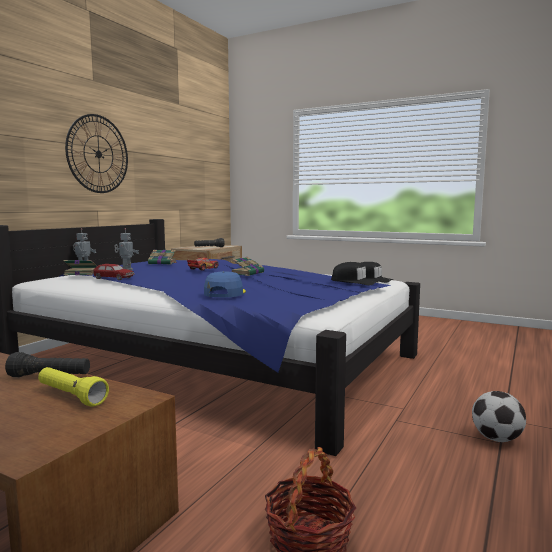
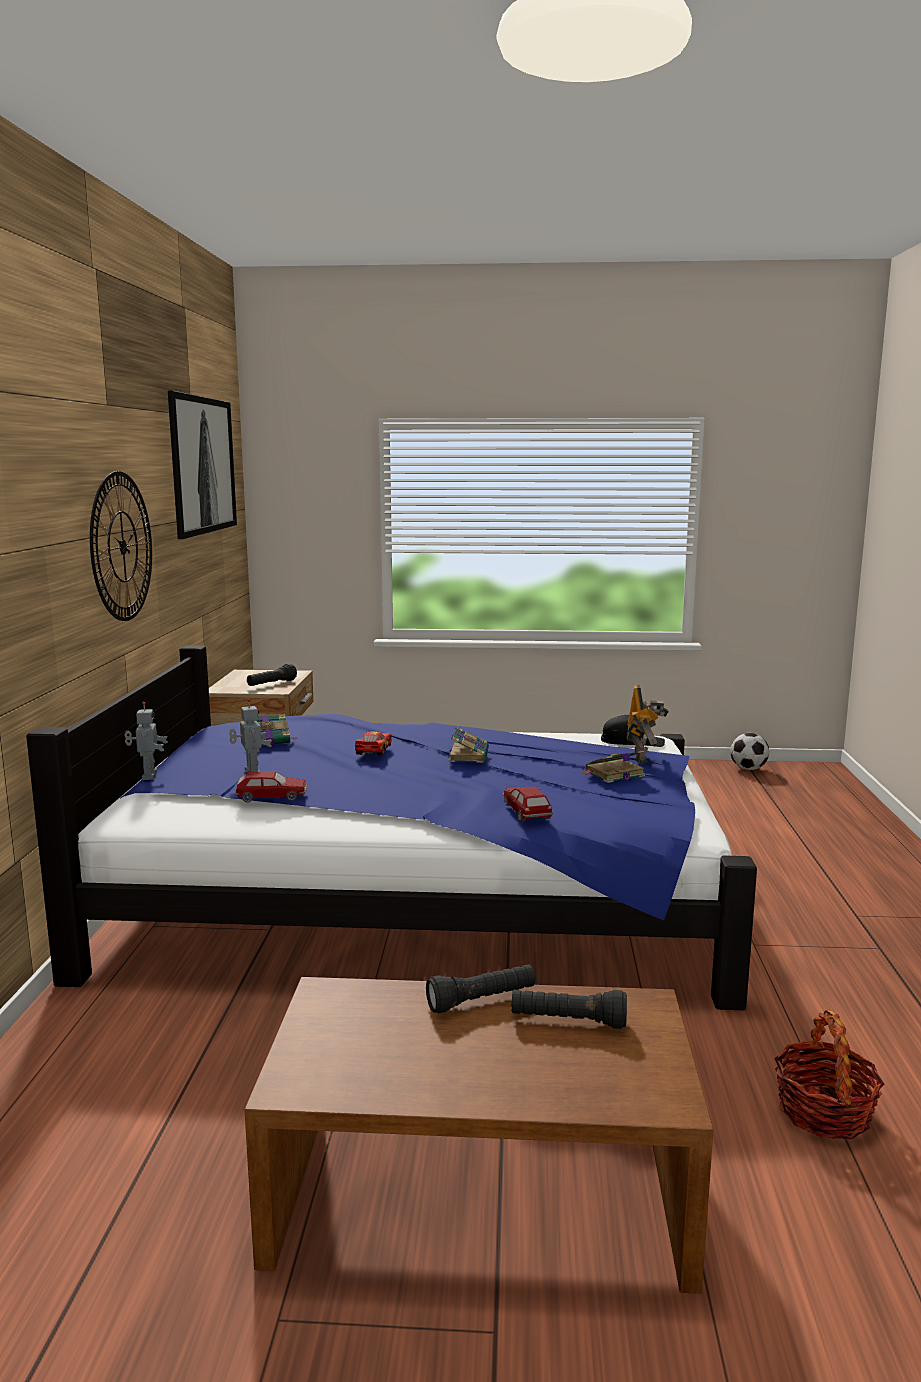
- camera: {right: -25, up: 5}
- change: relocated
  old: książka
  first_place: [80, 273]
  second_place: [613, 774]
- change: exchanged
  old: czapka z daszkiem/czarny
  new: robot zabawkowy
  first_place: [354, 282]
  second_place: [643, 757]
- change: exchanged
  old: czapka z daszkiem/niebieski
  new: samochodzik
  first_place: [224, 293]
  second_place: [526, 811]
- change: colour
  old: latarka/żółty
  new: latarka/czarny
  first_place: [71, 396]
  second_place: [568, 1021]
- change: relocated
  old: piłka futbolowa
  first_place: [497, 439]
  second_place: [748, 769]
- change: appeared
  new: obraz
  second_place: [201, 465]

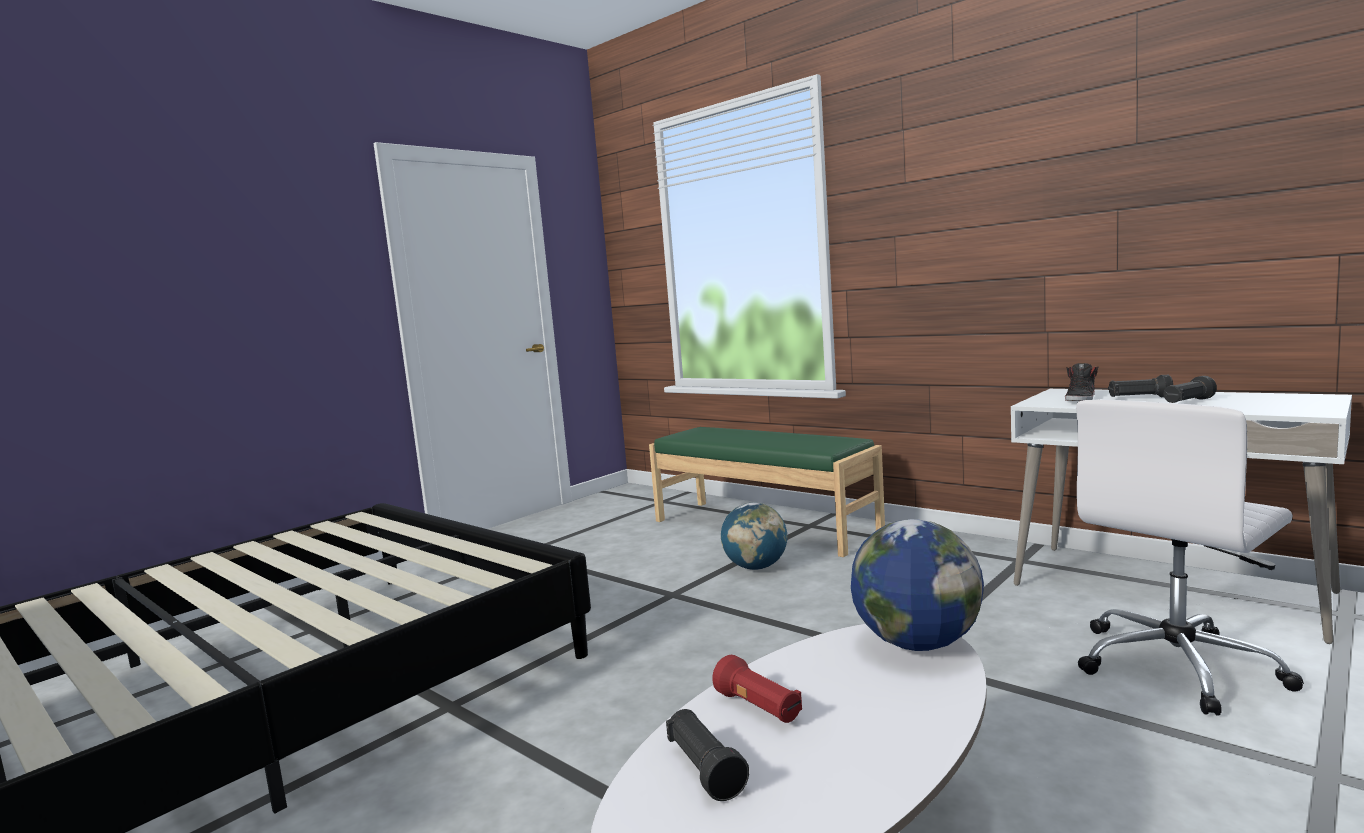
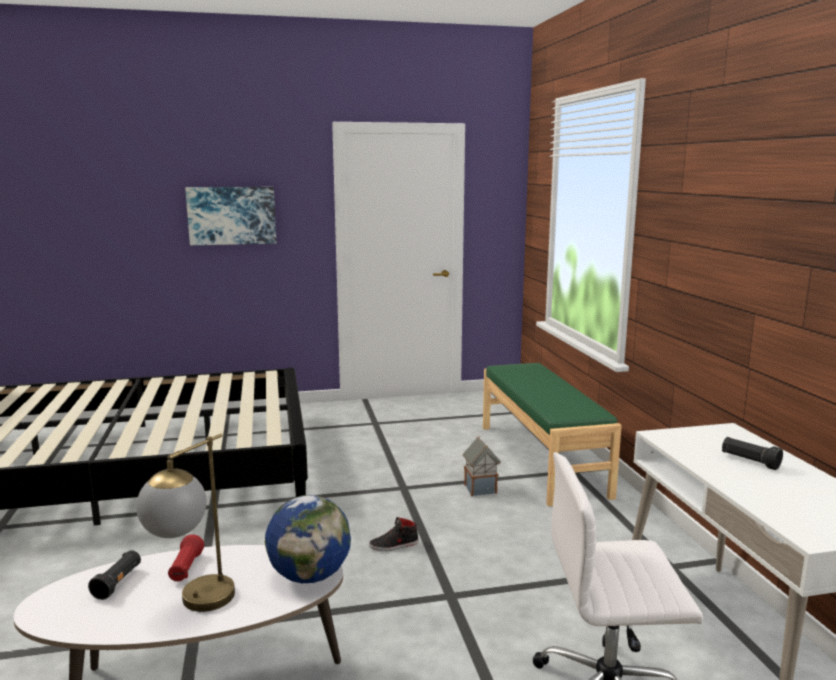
- camera: {right: 35, up: 5}
- change: relocated
  old: but/czarny
  first_place: [1081, 399]
  second_place: [394, 545]
- change: missing
  old: latarka/czarny
  first_place: [1188, 402]
- change: exchanged
  old: globus
  new: domek
  first_place: [756, 567]
  second_place: [480, 489]
- change: appeared
  new: obraz
  second_place: [232, 215]
- change: appeared
  new: lampa stołowa
  second_place: [194, 606]

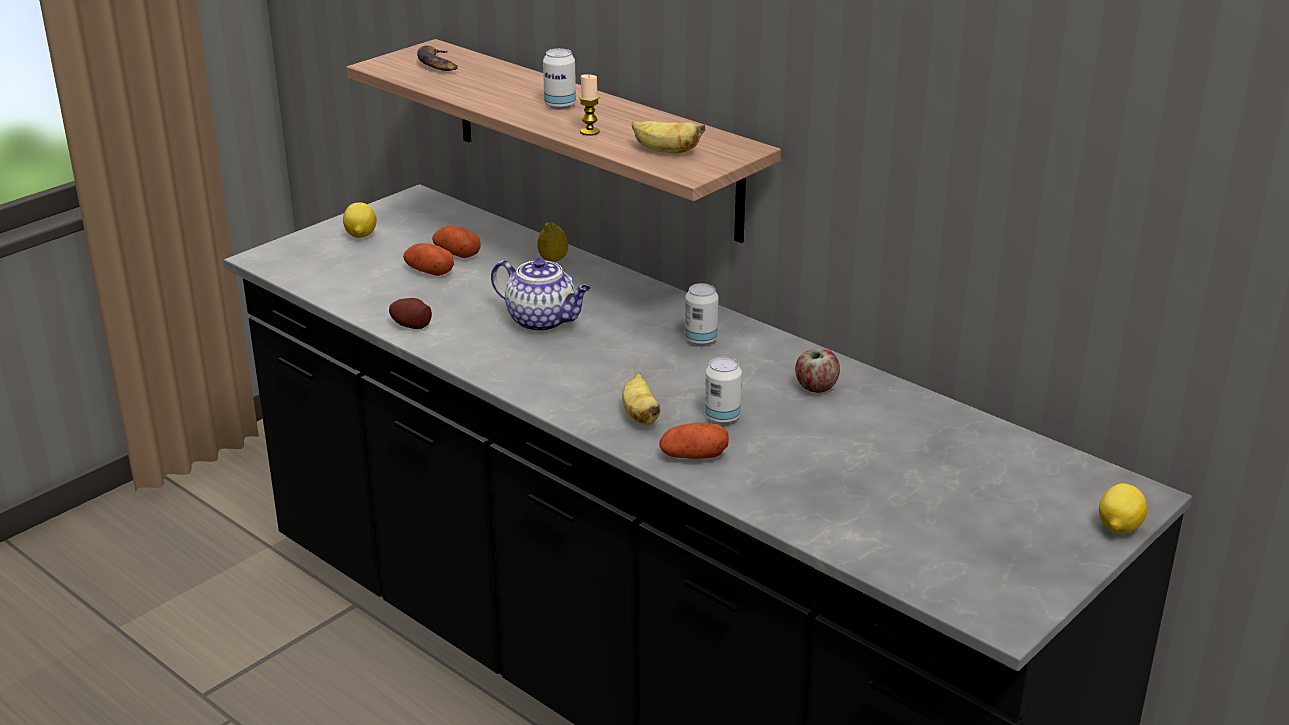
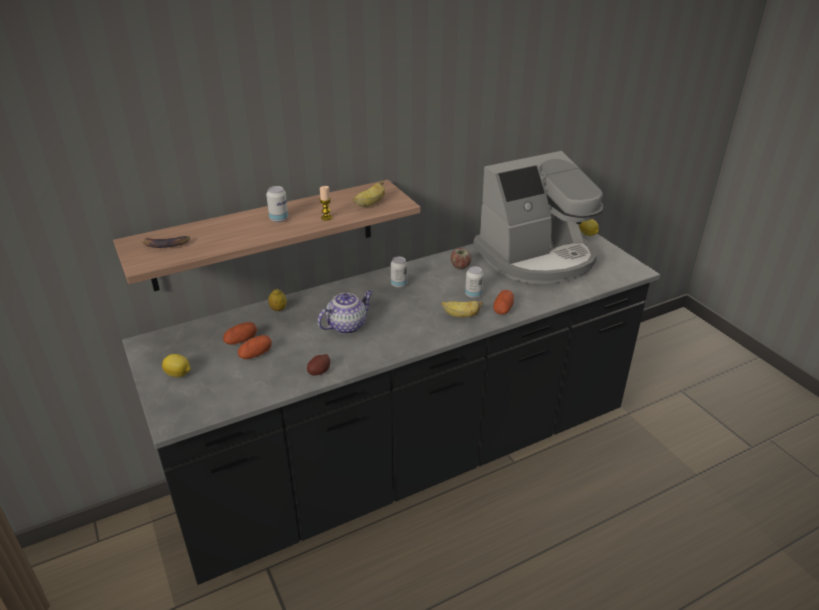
- camera: {right: -70, up: 5}
- change: appeared
  new: ekspres do kawy
  second_place: [537, 257]

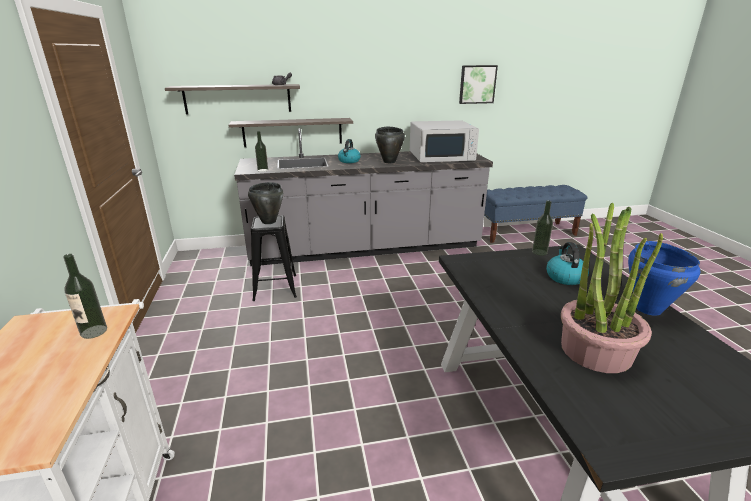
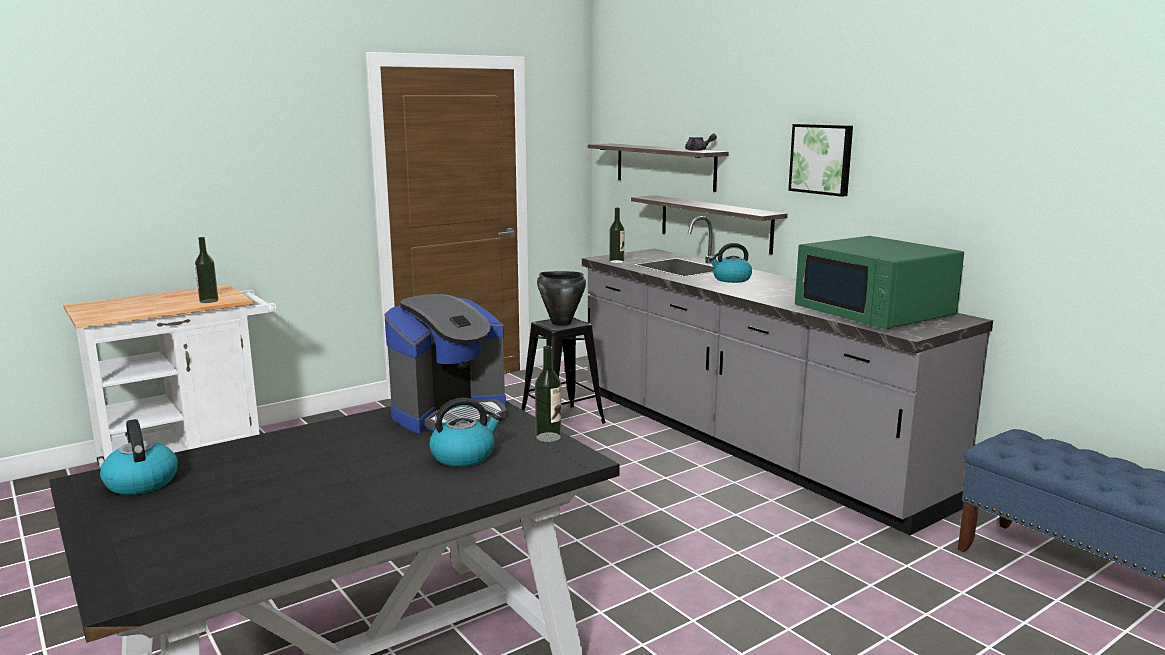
- camera: {right: 65, up: -10}
- change: relocated
  old: obraz
  first_place: [477, 84]
  second_place: [822, 159]
- change: colour
  old: mikrofalówka/biały
  new: mikrofalówka/zielony
  first_place: [441, 156]
  second_place: [874, 312]
- change: missing
  old: garnek/czarny
  first_place: [389, 162]
- change: missing
  old: roślina doniczkowa
  first_place: [595, 350]
- change: missing
  old: garnek/niebieski
  first_place: [648, 309]
- change: appeared
  new: ekspres do kawy
  second_place: [450, 414]
- change: appeared
  new: czajnik
  second_place: [141, 482]

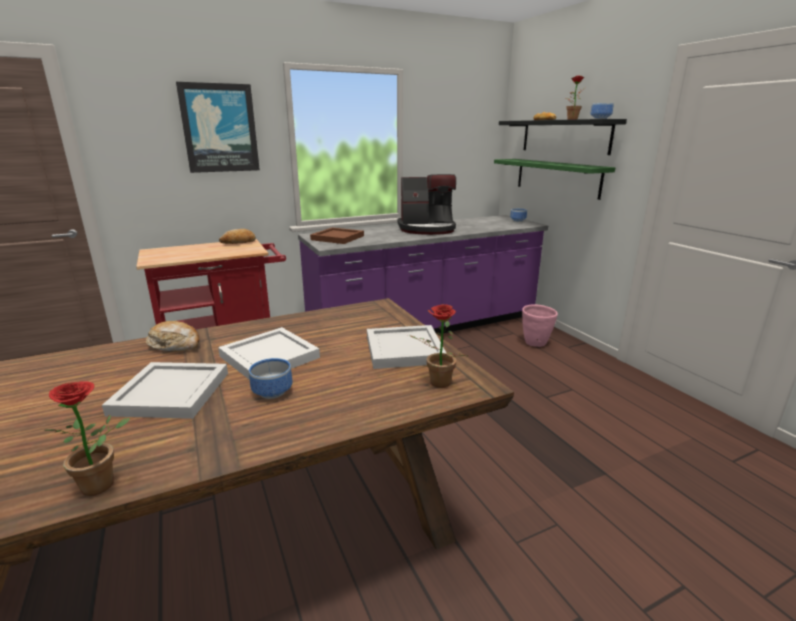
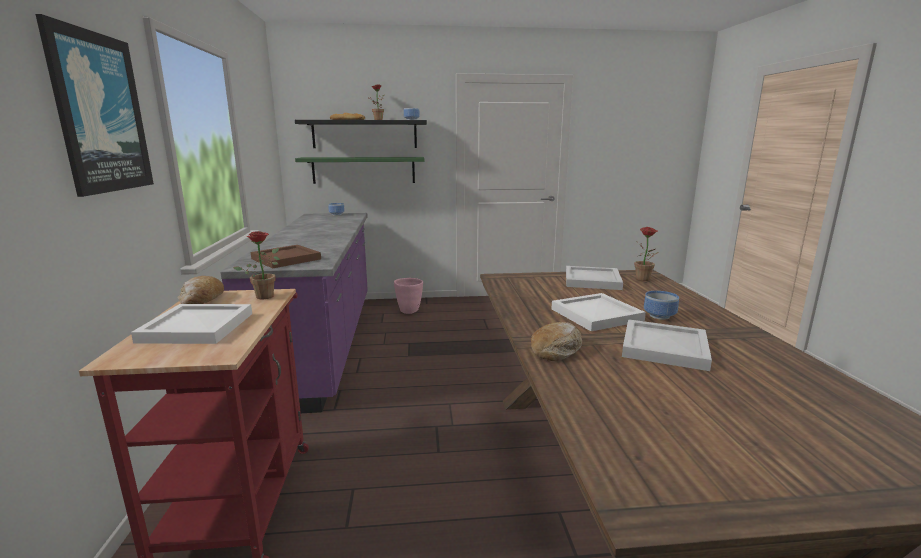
- camera: {right: -70, up: -5}
- change: missing
  old: ekspres do kawy
  first_place: [427, 229]
- change: relocated
  old: roślina doniczkowa
  first_place: [105, 483]
  second_place: [266, 295]
- change: appeared
  new: taca/biały
  second_place: [196, 327]

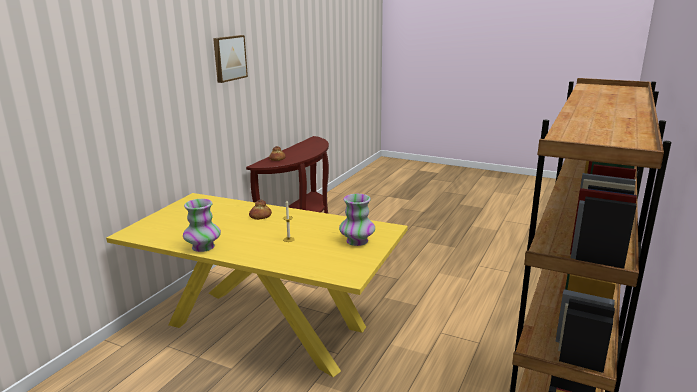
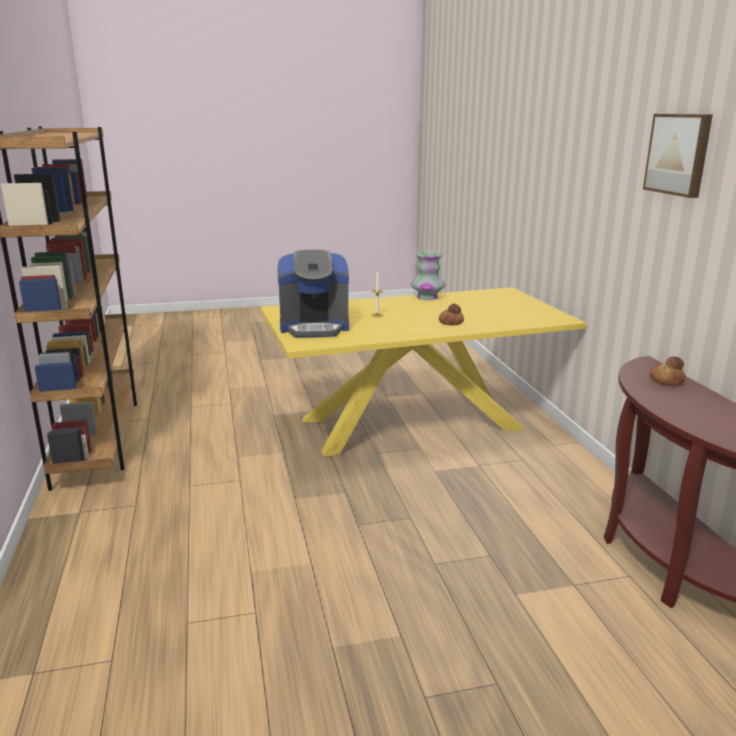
- camera: {right: 140, up: 0}
- change: exchanged
  old: wazon
  new: ekspres do kawy
  first_place: [357, 241]
  second_place: [314, 327]

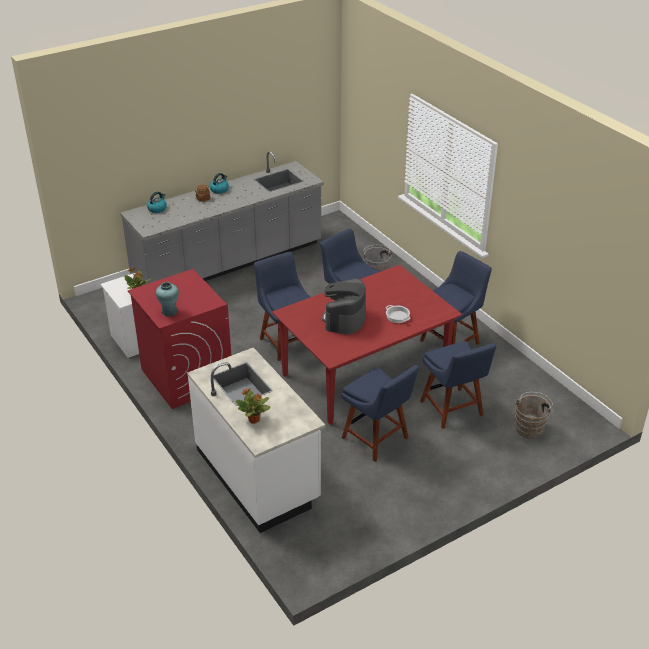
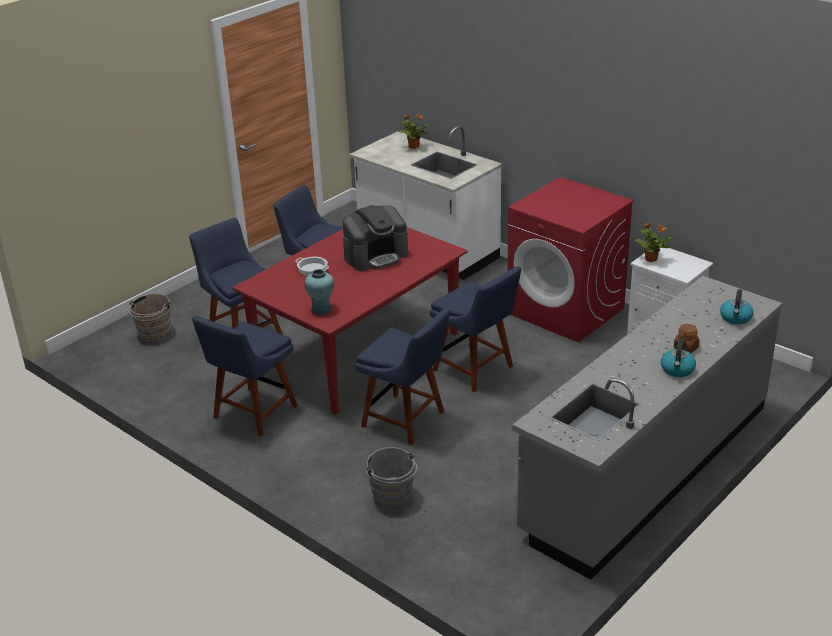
- camera: {right: 165, up: -5}
- change: spun
  old: ekspres do kawy
  first_place: [344, 319]
  second_place: [376, 256]
  degrees: 60
- change: relocated
  old: wazon/turkusowy
  first_place: [169, 312]
  second_place: [321, 309]

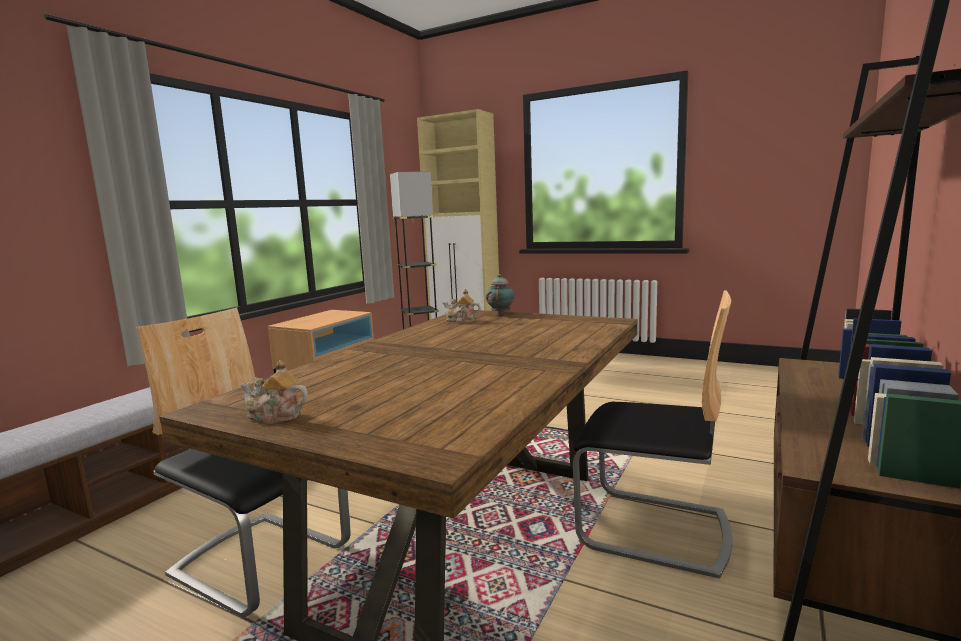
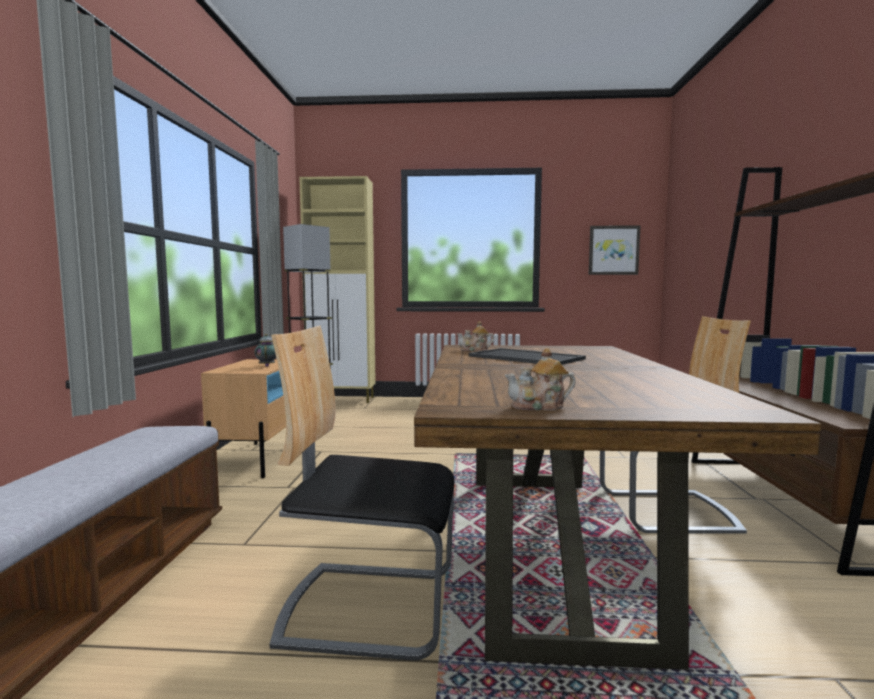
- camera: {right: -25, up: -5}
- change: relocated
  old: imbryk
  first_place: [501, 313]
  second_place: [267, 366]
- change: appeared
  new: obraz
  second_place: [613, 250]
- change: appeared
  new: taca
  second_place: [527, 357]

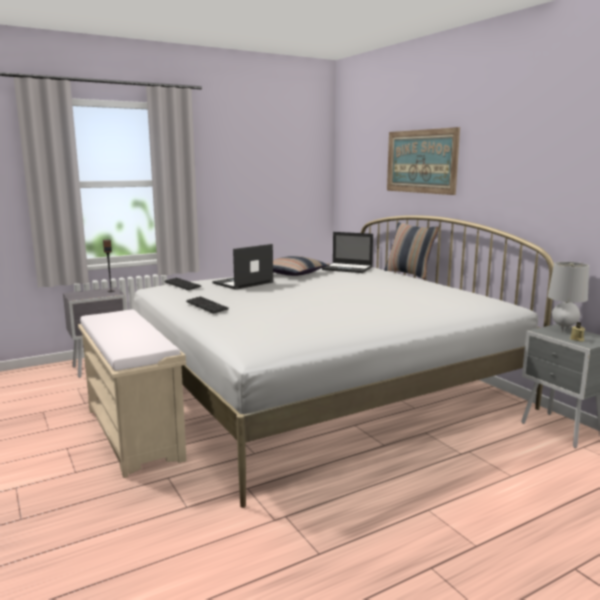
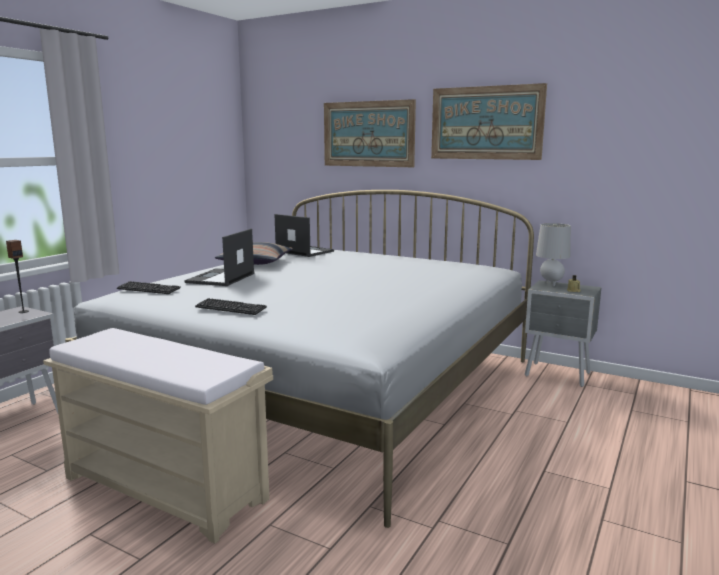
- camera: {right: -30, up: 0}
- change: missing
  old: poduszka
  first_place: [409, 274]
- change: spun
  old: laptop
  first_place: [348, 268]
  second_place: [303, 251]
  degrees: -135
- change: appeared
  new: obraz
  second_place: [486, 123]

